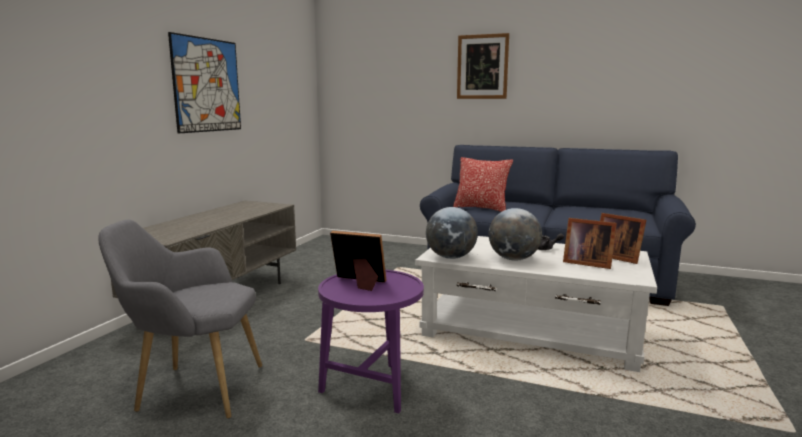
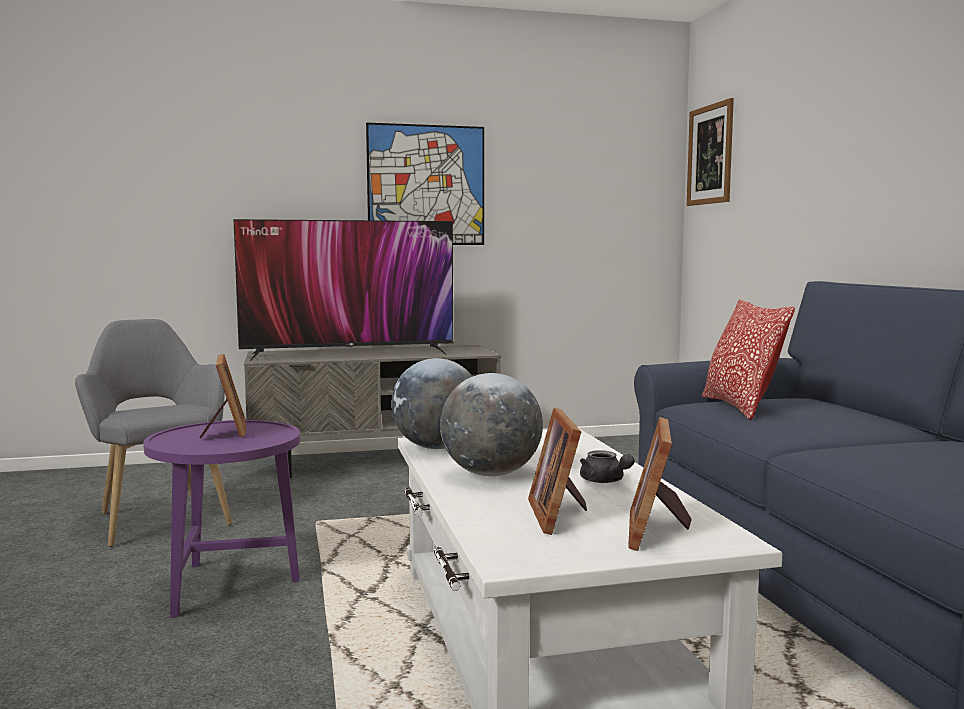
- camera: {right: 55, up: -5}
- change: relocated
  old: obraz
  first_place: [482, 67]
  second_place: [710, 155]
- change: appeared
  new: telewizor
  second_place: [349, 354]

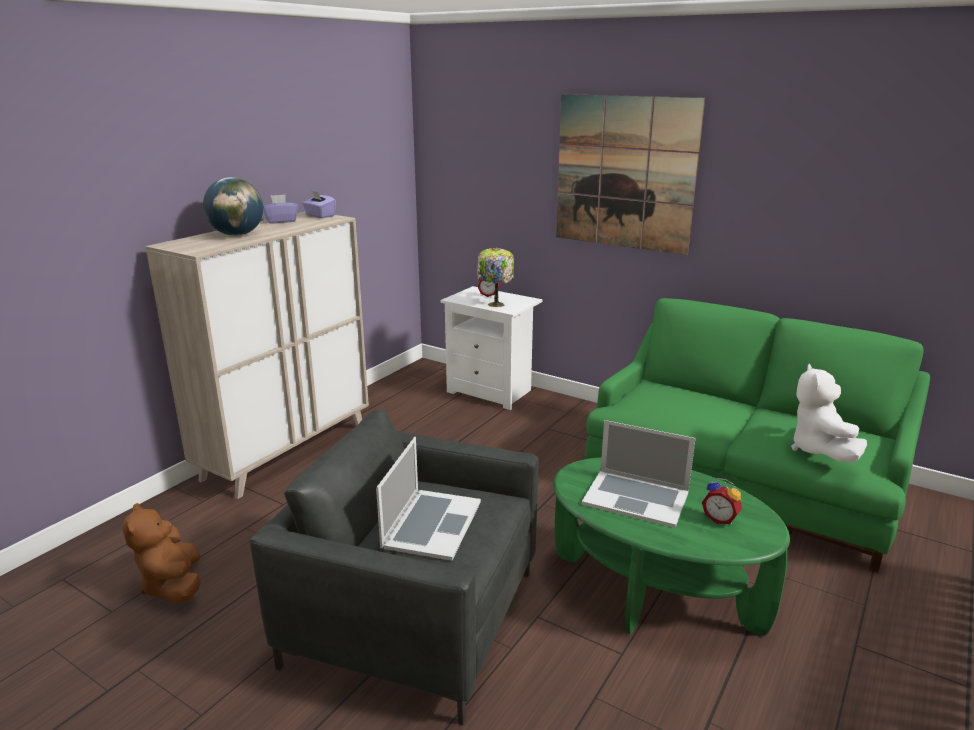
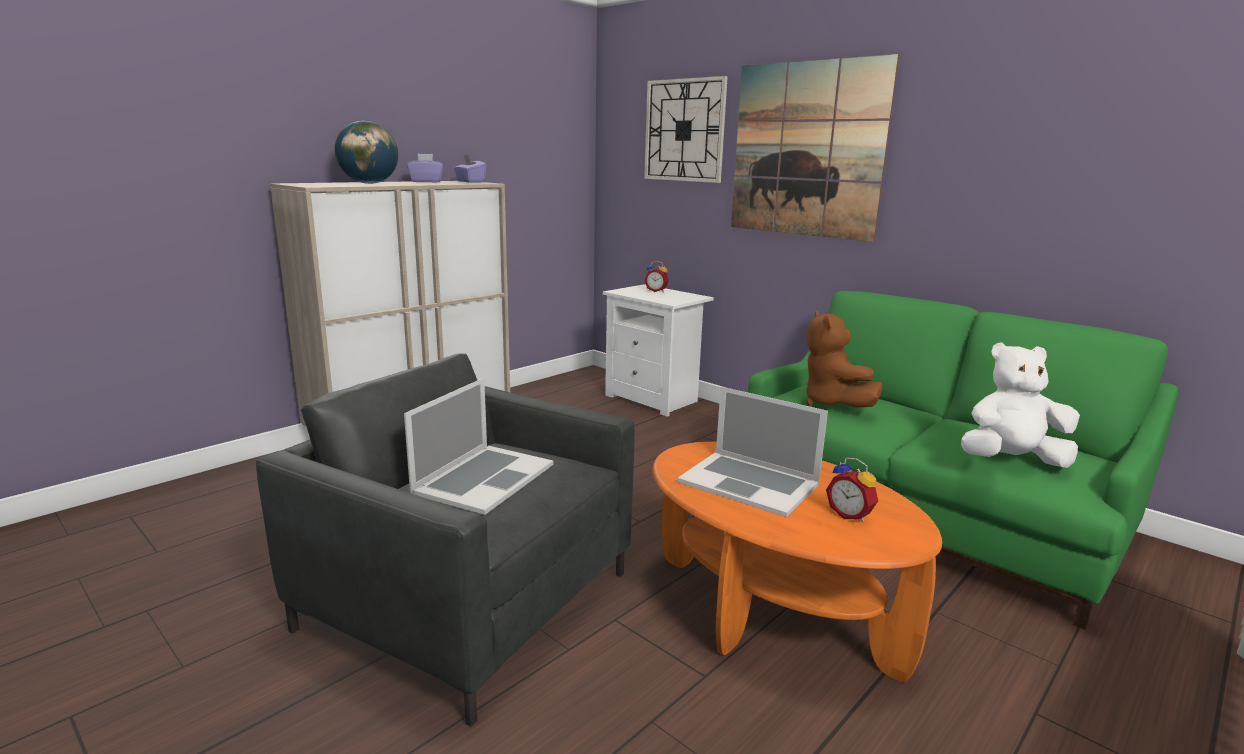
- camera: {right: 10, up: -5}
- change: missing
  old: lampa stołowa
  first_place: [495, 304]
- change: spun
  old: pluszak/biały
  first_place: [819, 450]
  second_place: [1011, 461]
  degrees: 75
- change: colour
  old: ława/zielony
  new: ława/pomarańczowy
  first_place: [654, 593]
  second_place: [771, 613]
- change: relocated
  old: pluszak/brązowy
  first_place: [173, 586]
  second_place: [832, 403]
- change: appeared
  new: zegar ścienny
  second_place: [684, 130]

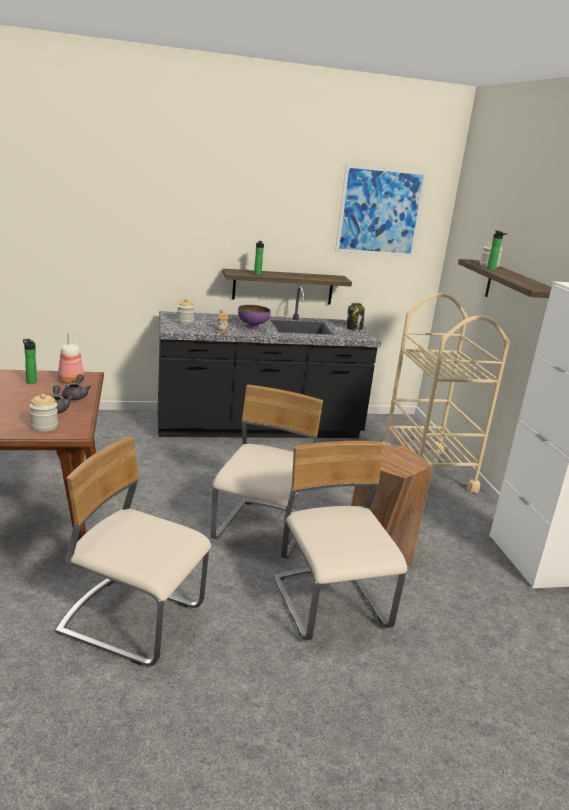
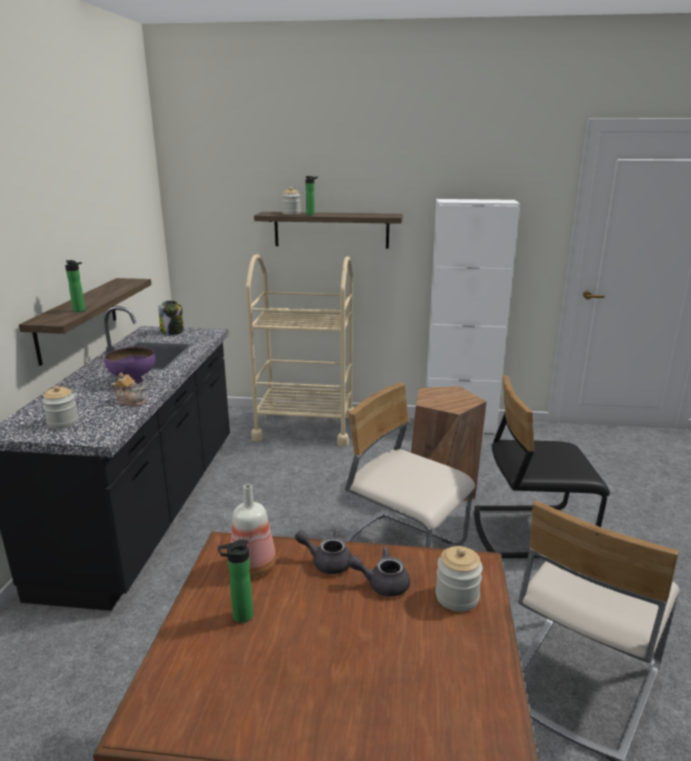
- camera: {right: -70, up: 0}
- change: missing
  old: obraz
  first_place: [380, 212]
- change: colour
  old: krzesło/beżowy
  new: krzesło/czarny
  first_place: [331, 604]
  second_place: [529, 532]

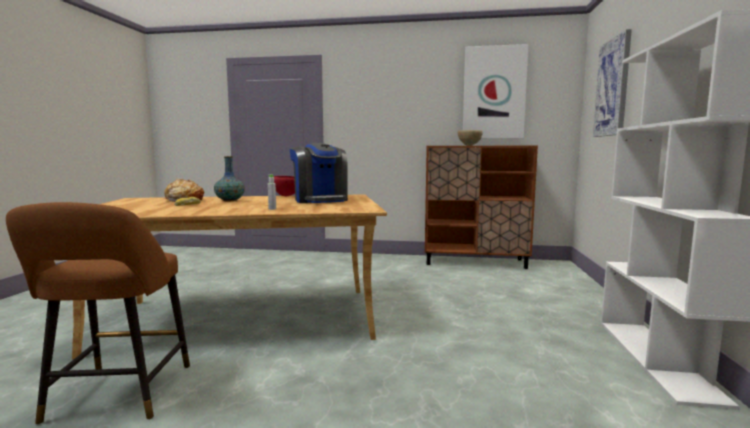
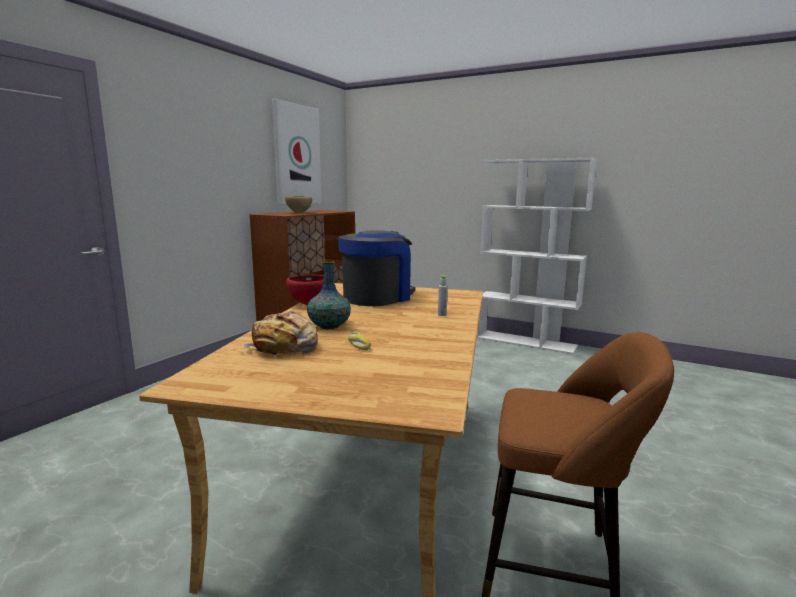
- camera: {right: -70, up: 5}
- change: missing
  old: obraz
  first_place: [613, 87]
- change: spun
  old: ekspres do kawy
  first_place: [320, 200]
  second_place: [377, 297]
  degrees: -45

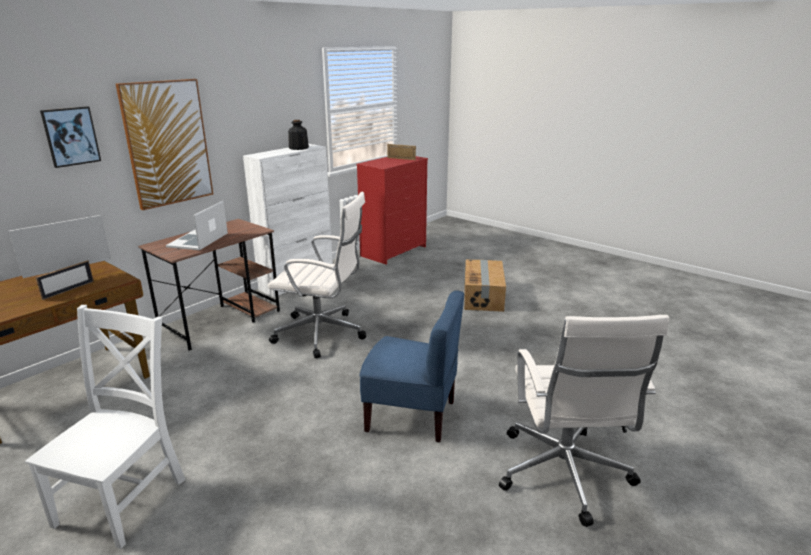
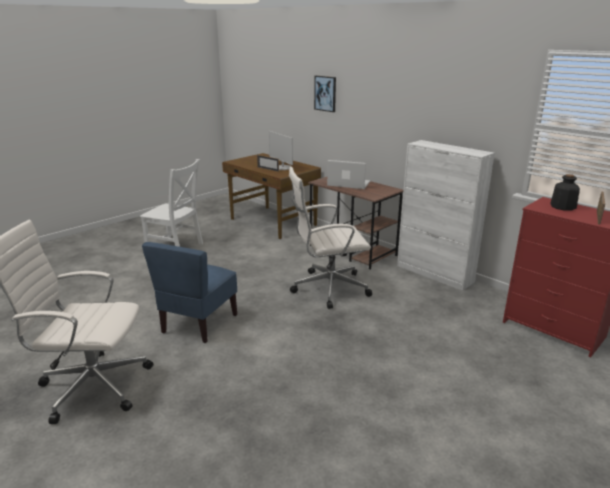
- camera: {right: 95, up: 0}
- change: missing
  old: obraz
  first_place: [167, 143]
- change: relocated
  old: butelka
  first_place: [298, 148]
  second_place: [562, 206]
- change: spun
  old: krzesło biurowe/biały
  first_place: [322, 334]
  second_place: [328, 288]
  degrees: 60
- change: missing
  old: karton
  first_place: [483, 296]

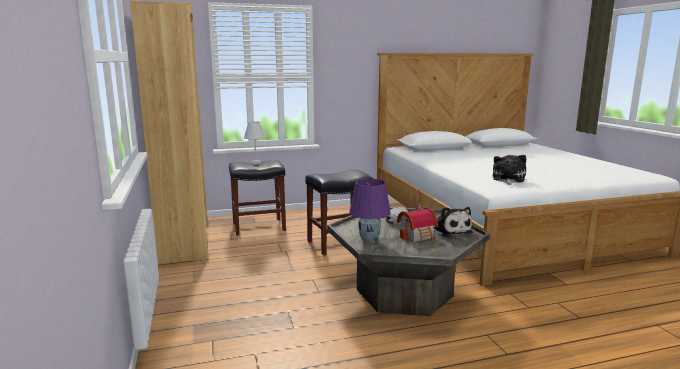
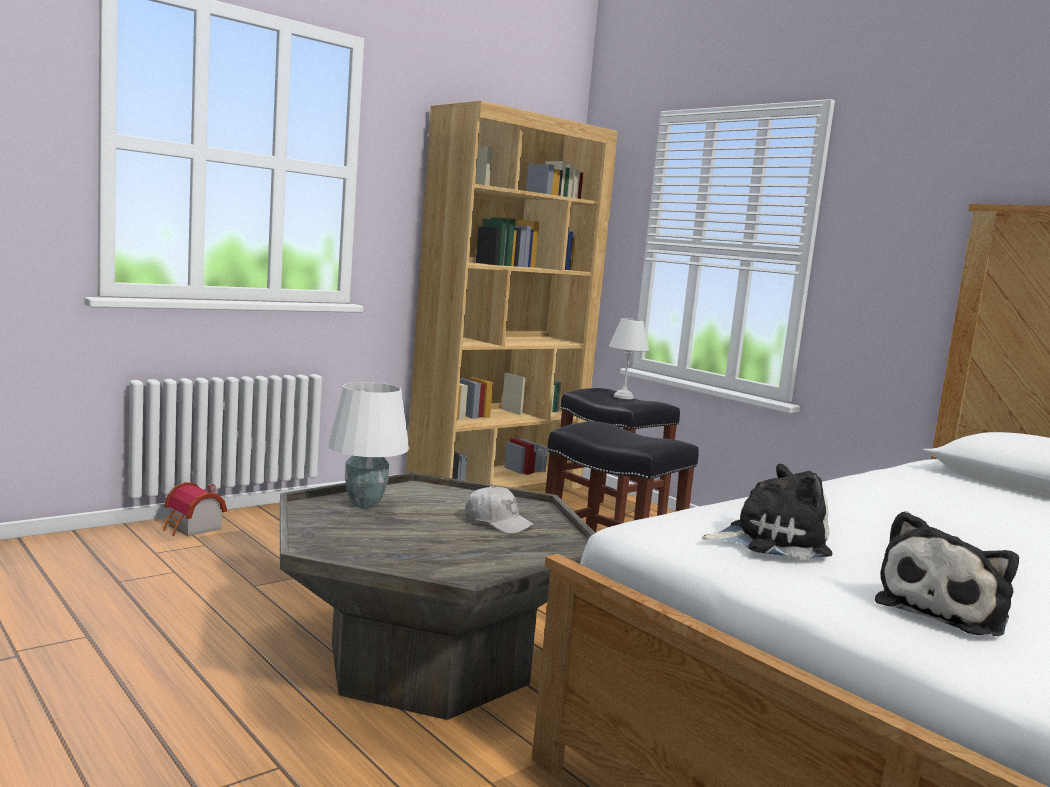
- camera: {right: 65, up: -5}
- change: colour
  old: lampa stołowa/fioletowy
  new: lampa stołowa/biały
  first_place: [369, 241]
  second_place: [365, 504]
- change: relocated
  old: domek
  first_place: [418, 236]
  second_place: [192, 528]
- change: relocated
  old: pluszak
  first_place: [450, 231]
  second_place: [945, 610]

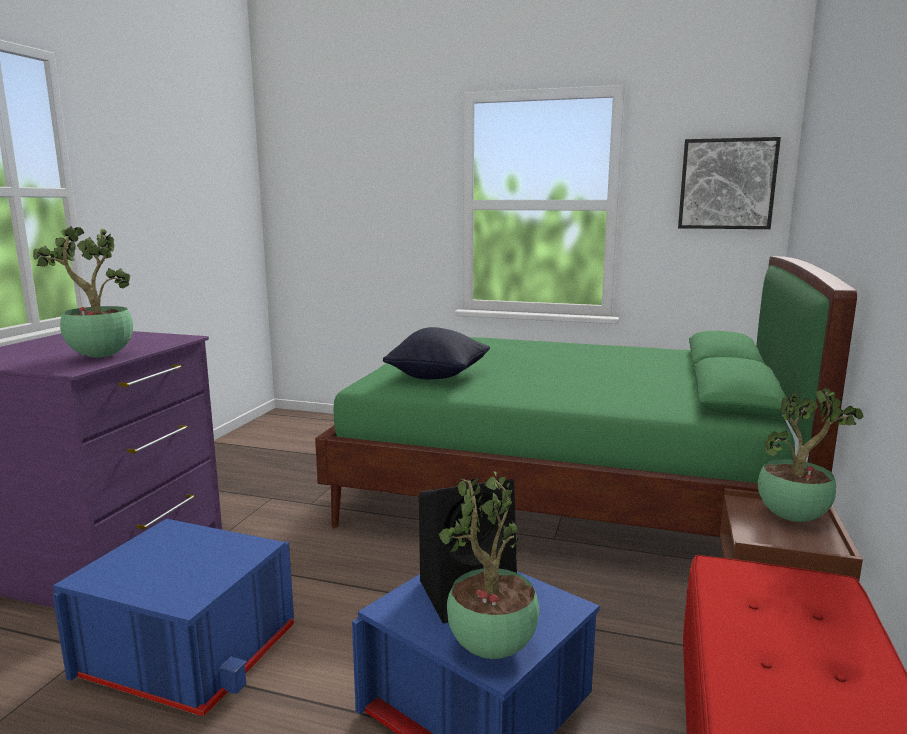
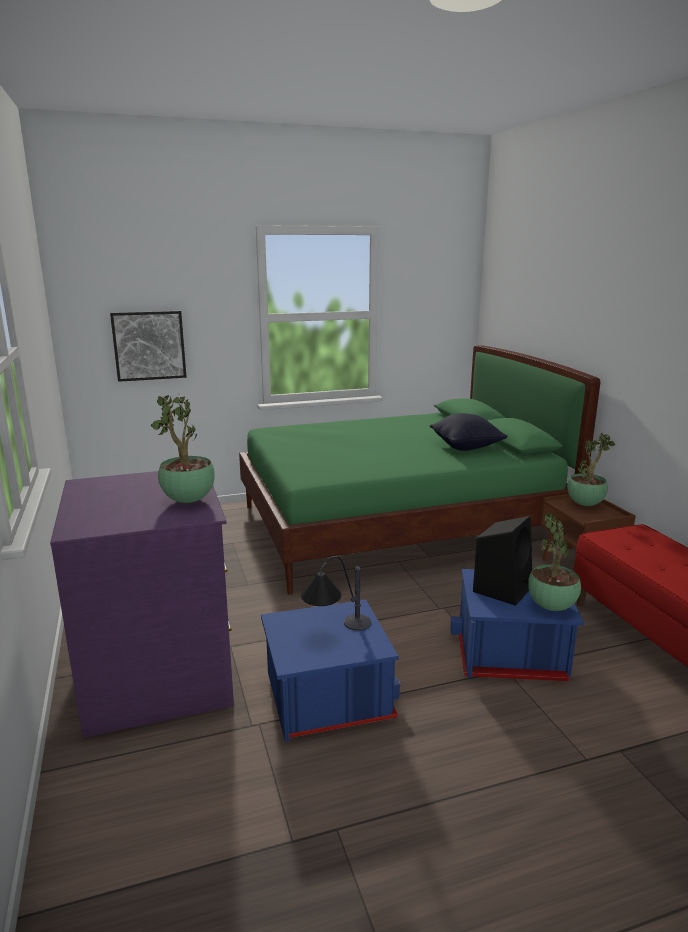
- camera: {right: -35, up: 5}
- change: relocated
  old: obraz
  first_place: [727, 184]
  second_place: [149, 345]
- change: relocated
  old: poduszka/czarny
  first_place: [438, 377]
  second_place: [466, 447]
- change: appeared
  new: lampa stołowa
  second_place: [335, 633]

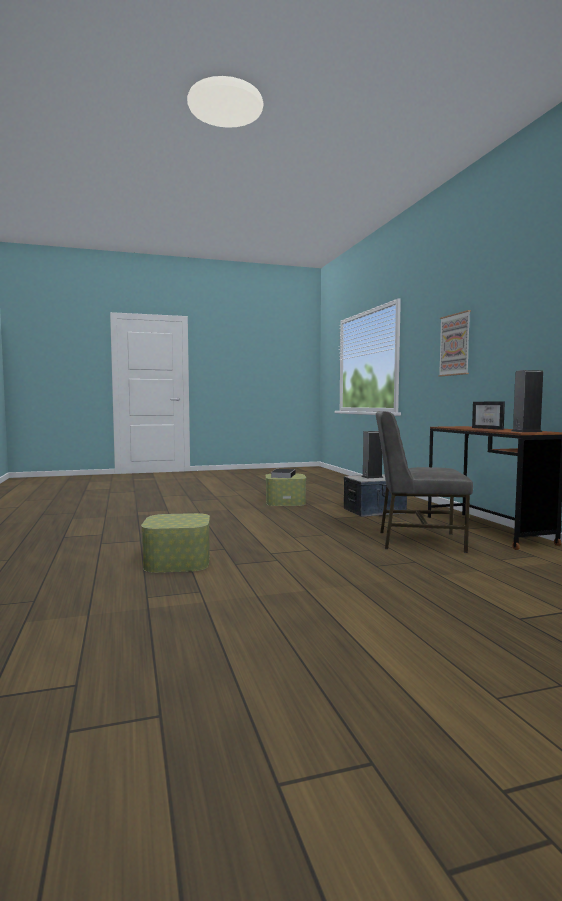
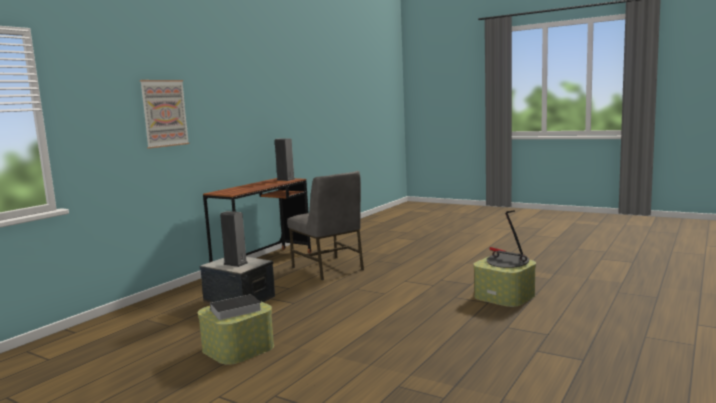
- camera: {right: -130, up: 5}
- change: missing
  old: ramka na zdjęcie
  first_place: [490, 428]
- change: appeared
  new: lampa stołowa
  second_place: [507, 262]

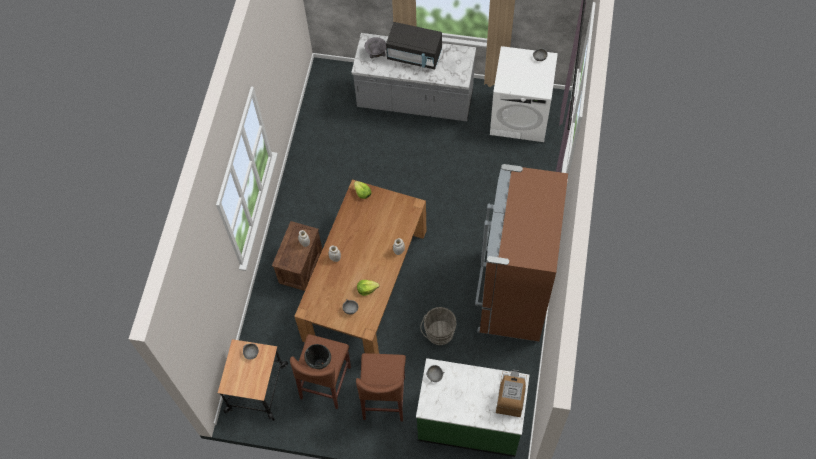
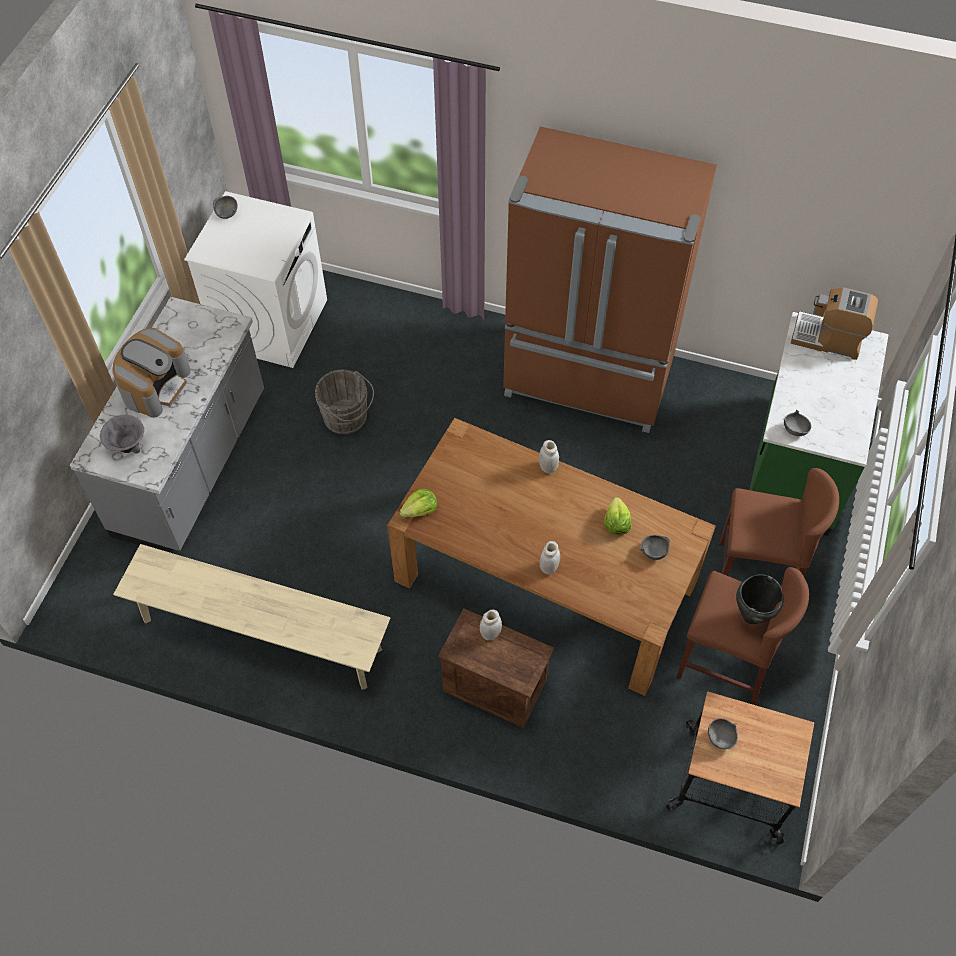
- camera: {right: -85, up: -5}
- change: exchanged
  old: mikrofalówka/czarny
  new: ekspres do kawy
  first_place: [414, 55]
  second_place: [156, 385]
- change: relocated
  old: wiadro/szary
  first_place: [439, 334]
  second_place: [347, 418]
- change: appeared
  new: ławka/beżowy
  second_place: [261, 635]

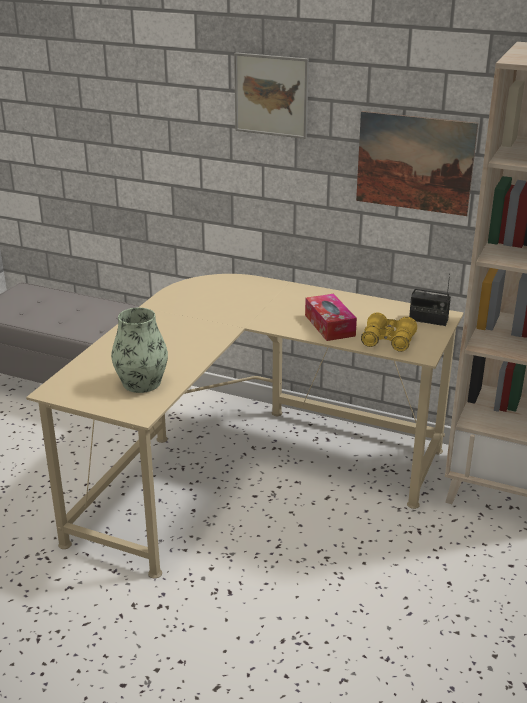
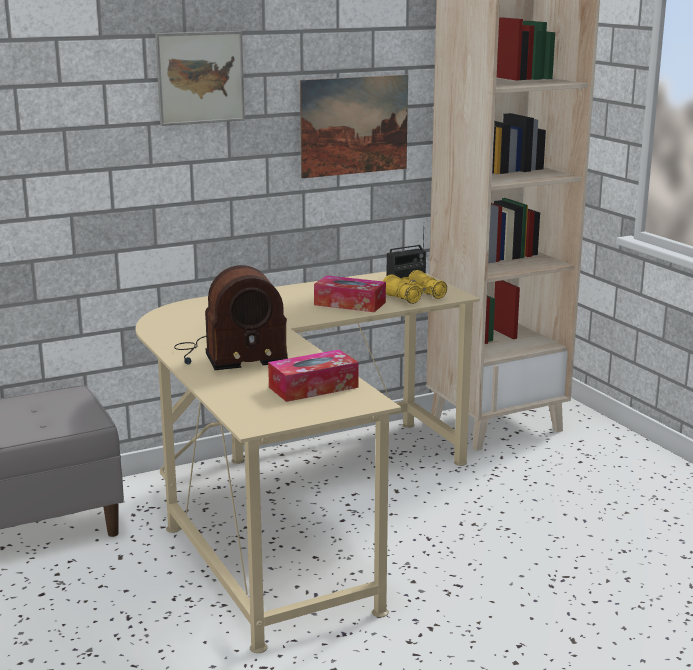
- camera: {right: -50, up: -10}
- change: exchanged
  old: wazon
  new: pudełko chusteczek
  first_place: [142, 382]
  second_place: [313, 387]
- change: appeared
  new: radio
  second_place: [229, 355]

